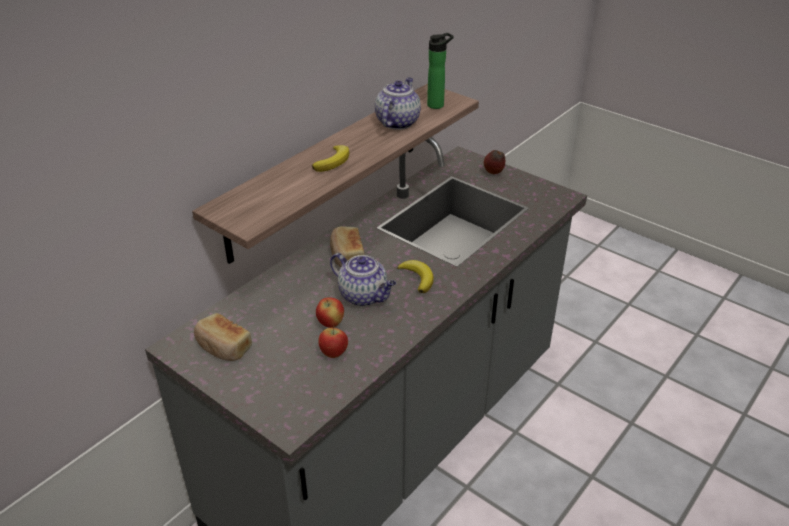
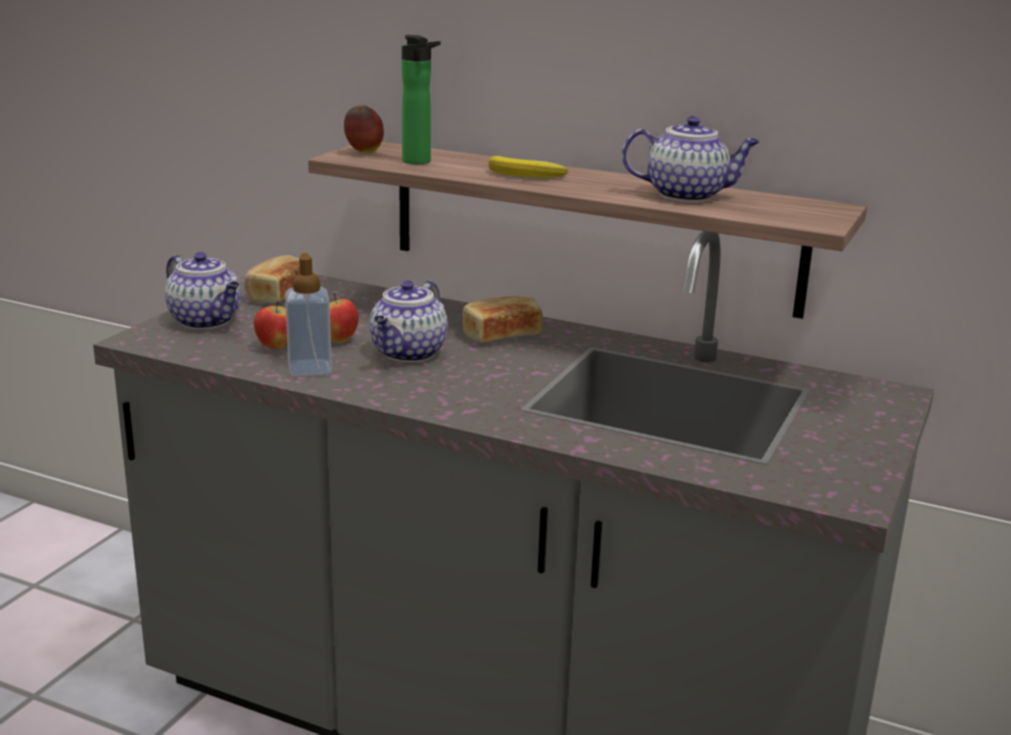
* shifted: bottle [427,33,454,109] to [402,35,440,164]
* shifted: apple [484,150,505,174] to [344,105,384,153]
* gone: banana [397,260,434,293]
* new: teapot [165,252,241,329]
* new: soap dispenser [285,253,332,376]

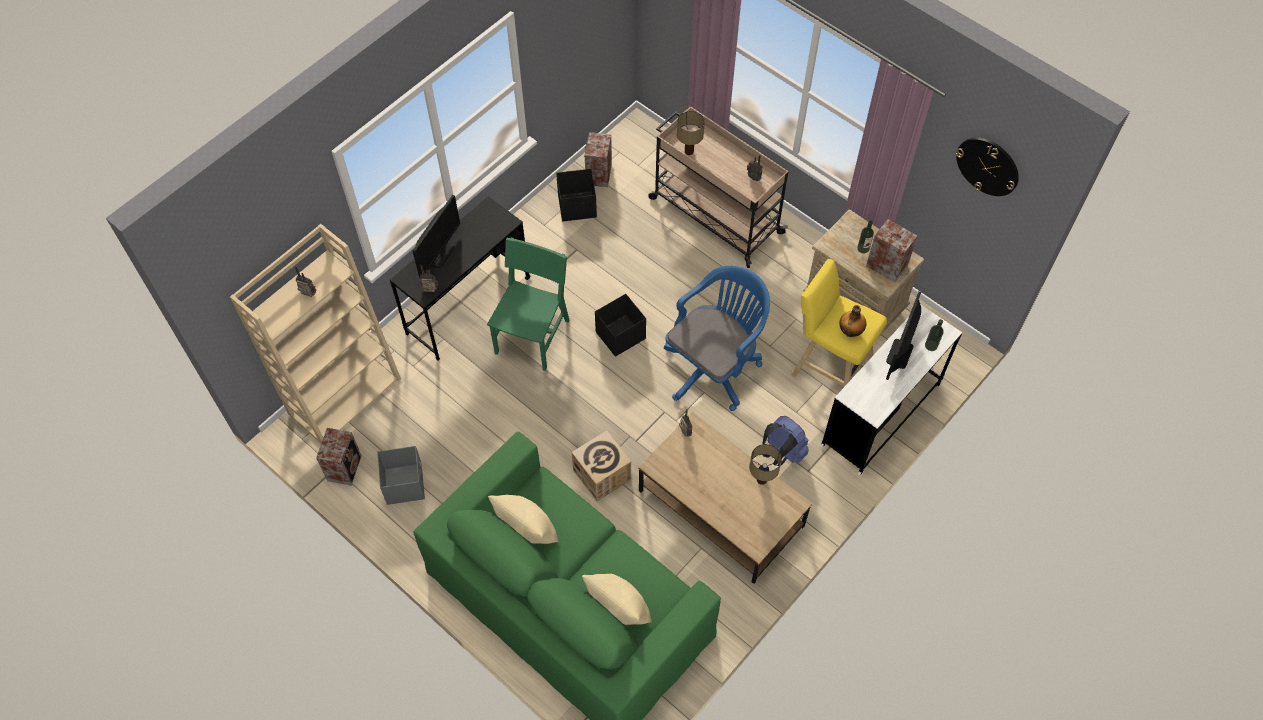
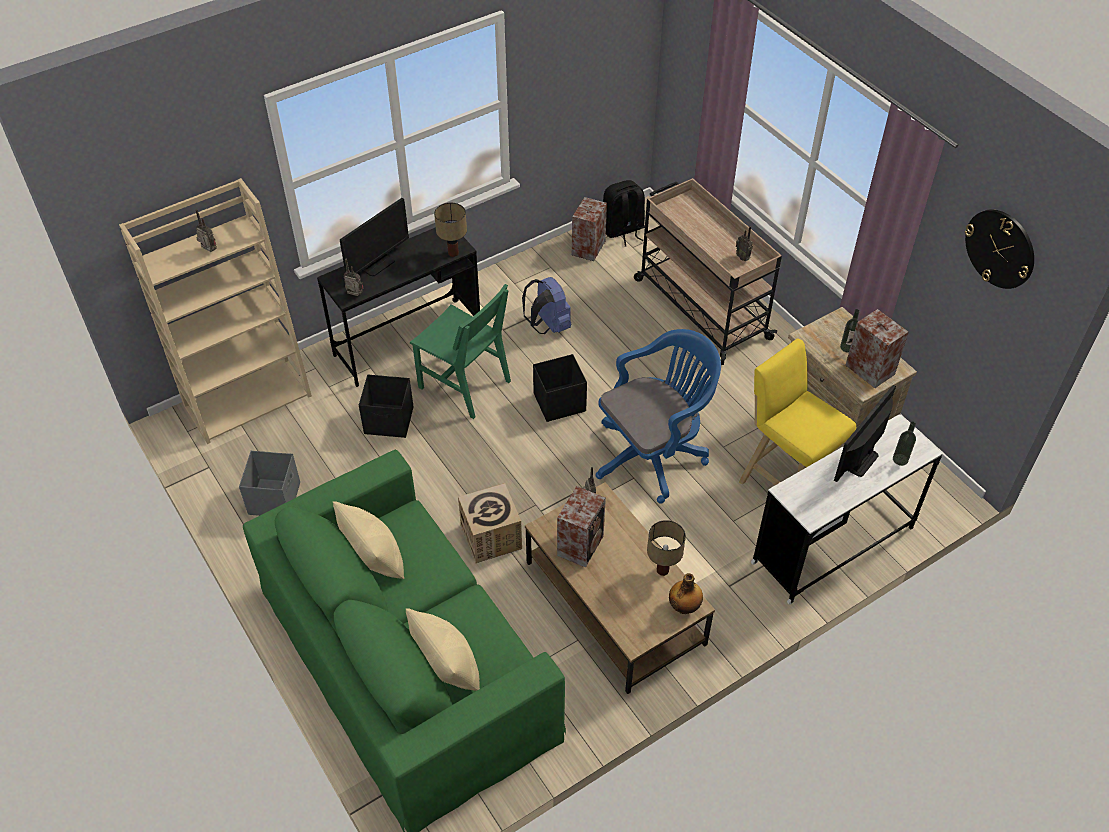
* shifted: table lamp [677,111,705,155] to [434,203,467,257]
* shifted: storage box/black [556,169,597,222] to [359,375,414,438]
* rotated: chair/green [487,237,569,371] = [410,284,511,419] 90 degrees clockwise
* shifted: bottle [839,305,866,337] to [669,573,703,614]
* shifted: backpack/blue [763,416,809,466] to [522,277,571,334]
* shifted: speaker [316,428,362,486] to [557,486,606,568]
* new: backpack/black [603,180,645,247]

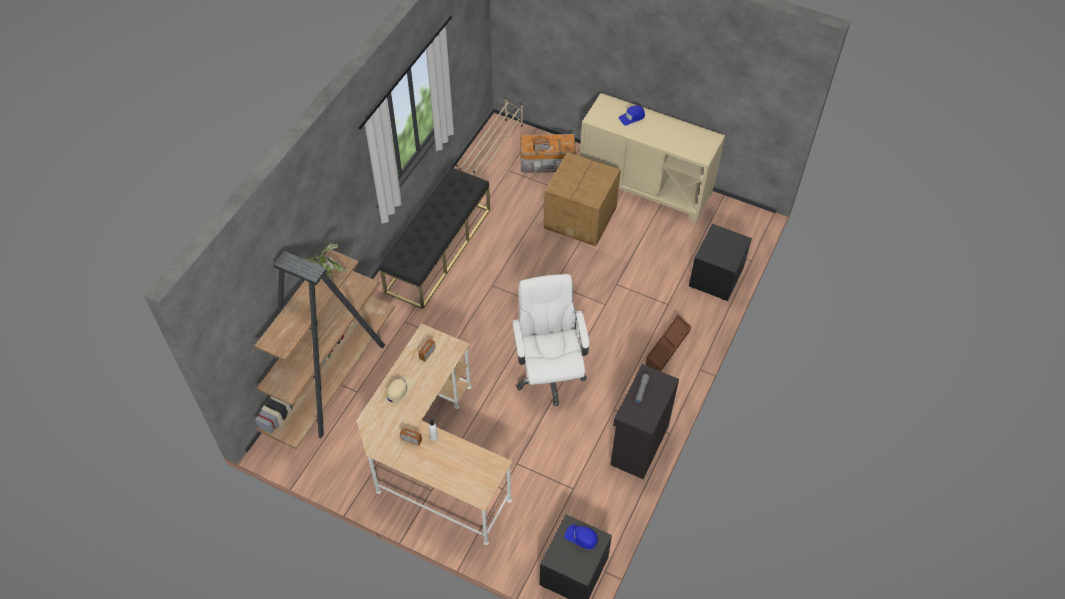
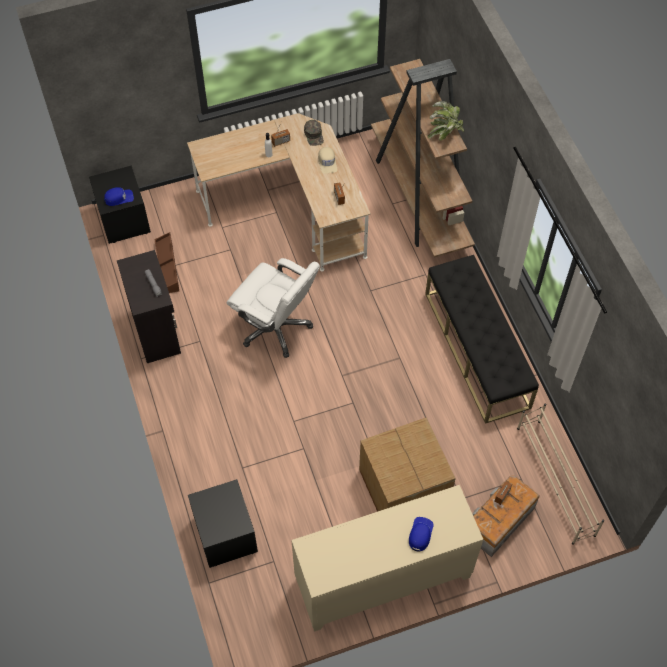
* shifted: storage box/brown [646,314,691,371] to [154,232,179,293]
* new: cap/green [304,120,324,146]

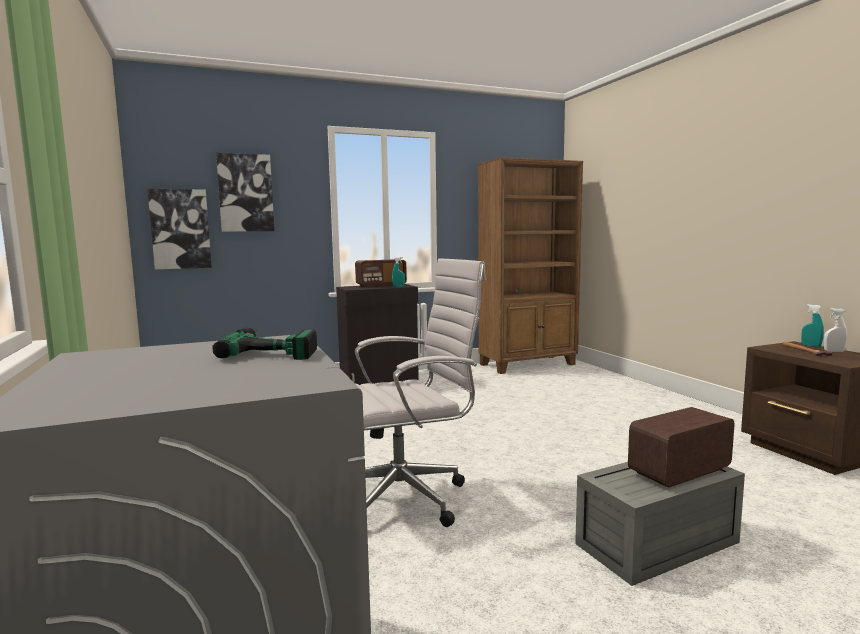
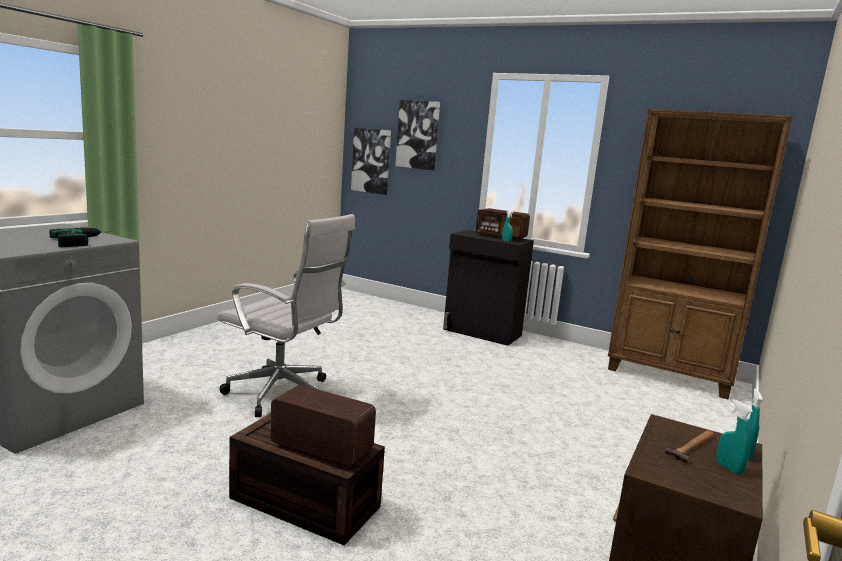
* repainted: spray bottle/white [824,308,847,352] to spray bottle/turquoise [717,399,753,475]
* repainted: storage box/grey [575,462,745,586] to storage box/brown [229,413,385,545]

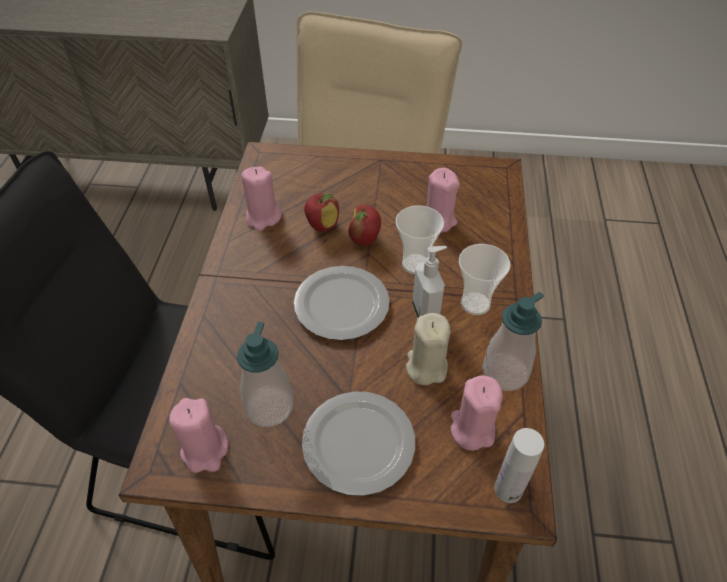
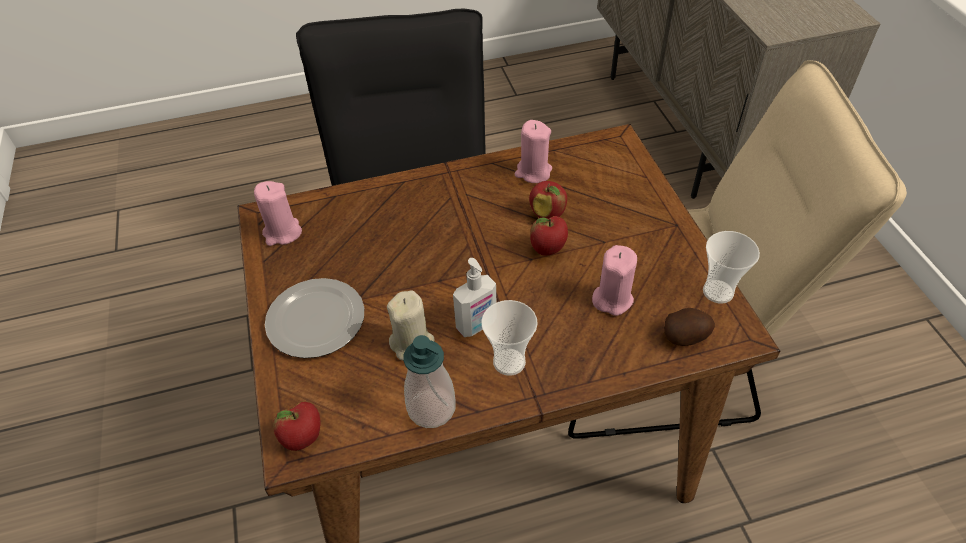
* shifted: cup [395,205,444,274] to [703,231,760,304]
* gone: plate [294,266,390,340]
* gone: soap dispenser [237,322,293,427]
* gone: candle/pink [451,376,503,451]
* swapped: bottle/white [494,428,544,503] to apple [273,402,321,451]
* new: potato [664,308,715,346]

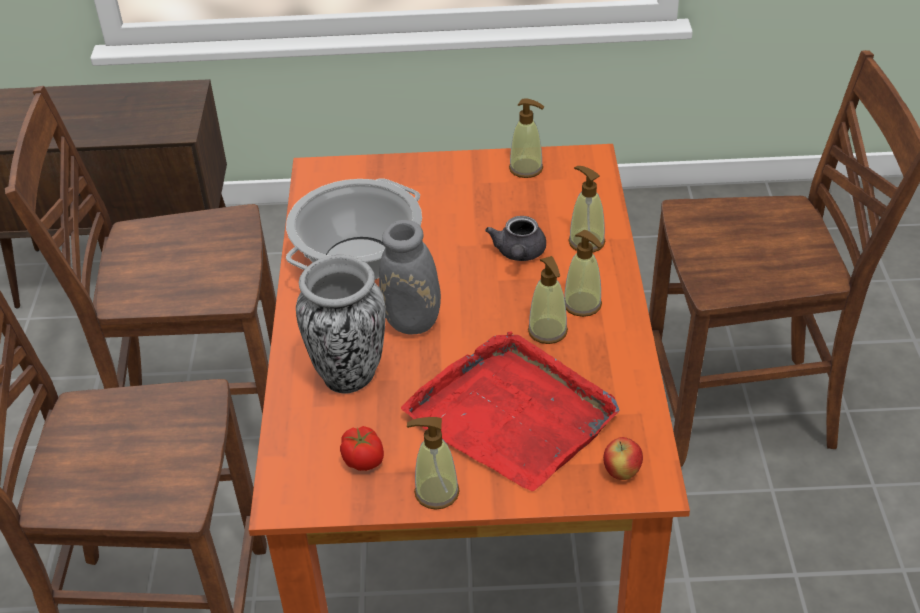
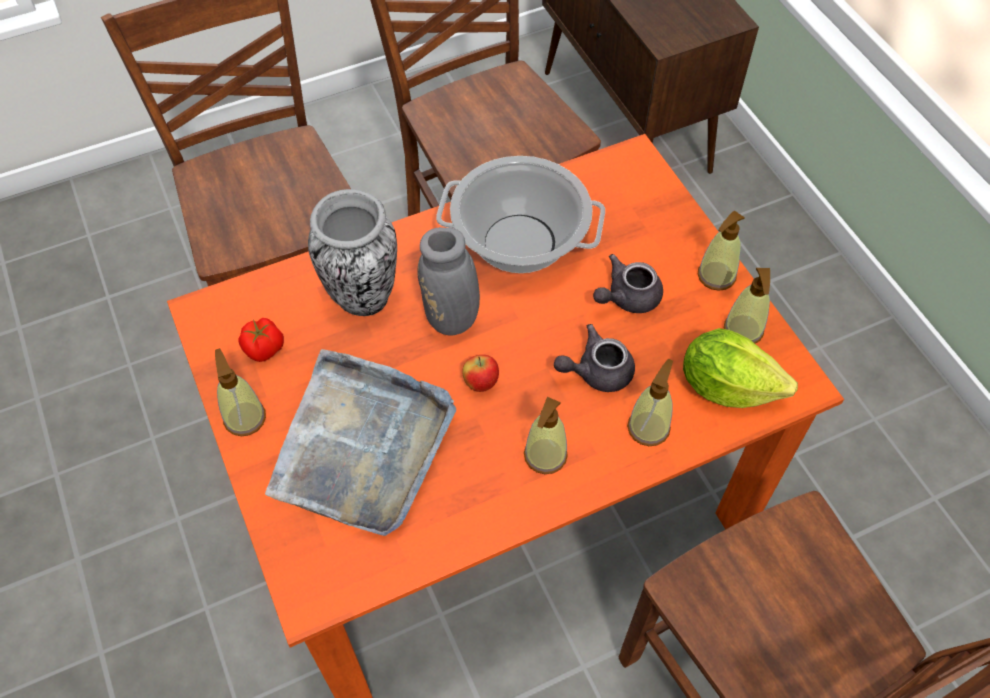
* shifted: soap dispenser [528,256,568,344] to [698,210,745,291]
* repainted: tray/red [401,331,619,491] to tray/grey [265,349,456,536]
* shifted: apple [603,437,643,480] to [462,355,499,392]
* new: teapot/grey [593,254,663,313]
* new: lettuce [683,328,798,408]

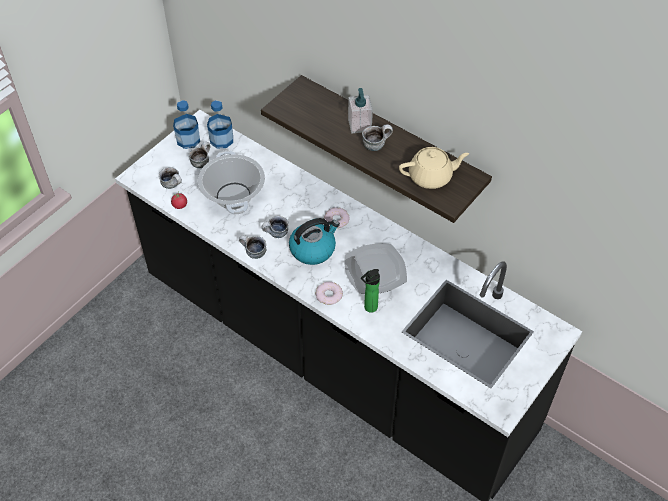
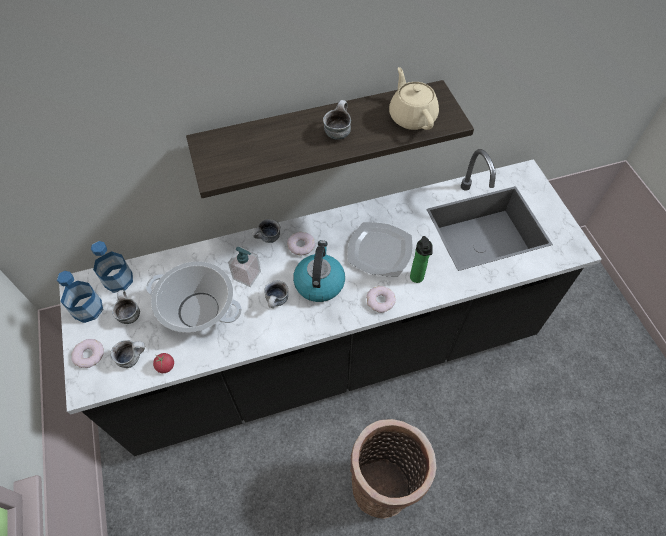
* shifted: soap dispenser [348,88,373,133] to [228,247,261,287]
* rotated: teapot/beige [399,147,469,189] = [389,67,439,130] 45 degrees counterclockwise
* shifted: mug [239,235,266,259] to [252,219,280,243]
* new: donut [71,339,104,368]
* new: basket [350,419,436,519]

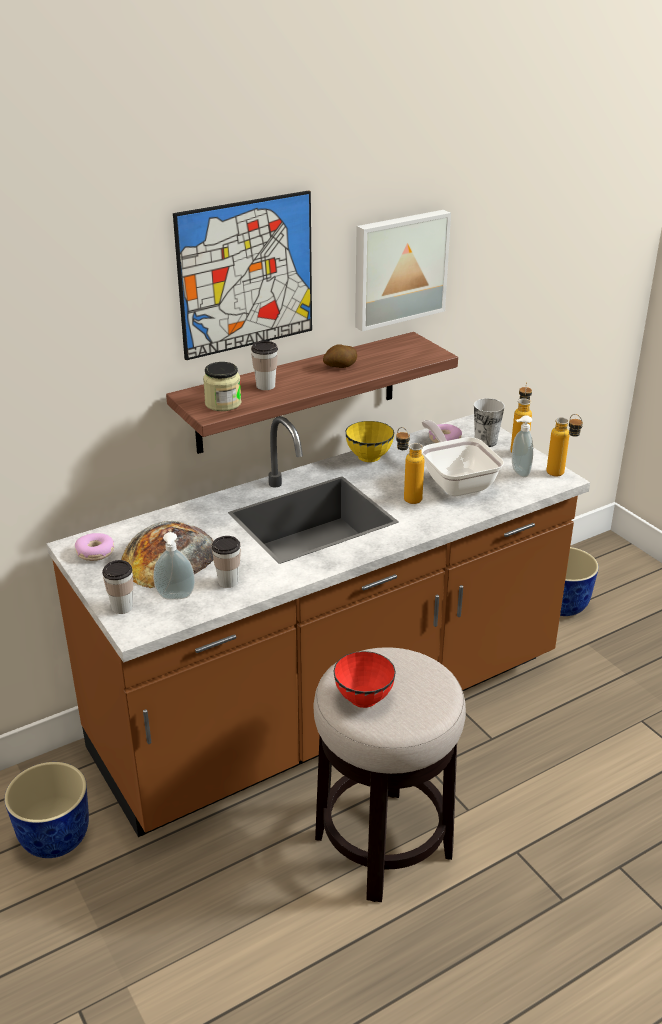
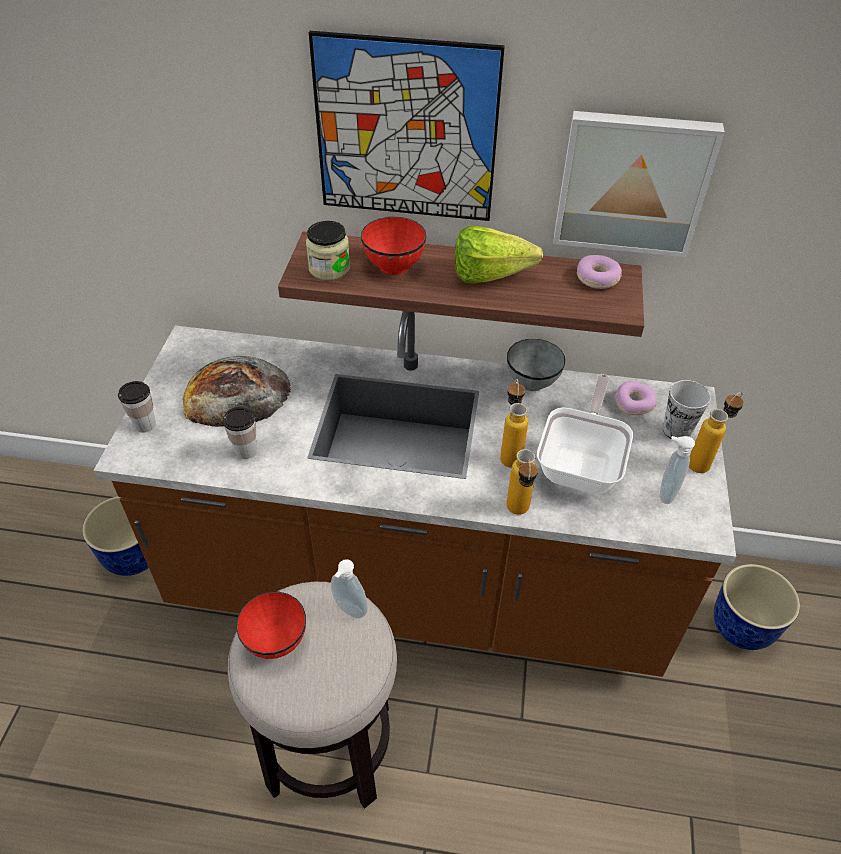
* swapped: cup [251,341,278,390] to bowl/red [361,217,426,275]
* swapped: potato [323,344,357,368] to lettuce [455,226,543,283]
* shifted: bottle [546,414,583,477] to [506,449,538,515]
* repainted: bowl/yellow [346,421,394,462] to bowl/grey [507,339,566,391]
* shifted: soap dispenser [153,532,195,600] to [331,559,368,619]
* shifted: donut [75,533,114,561] to [577,255,622,289]

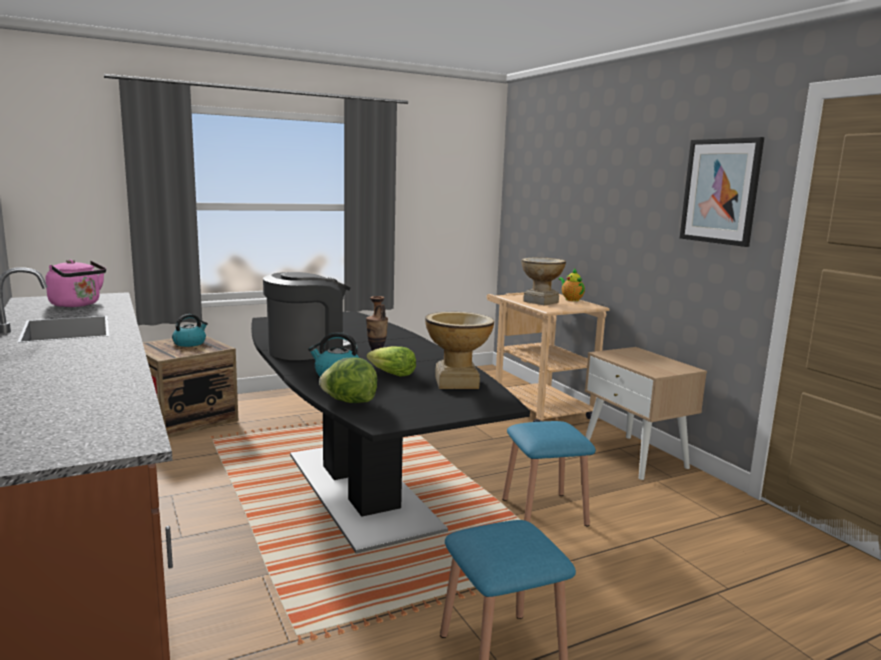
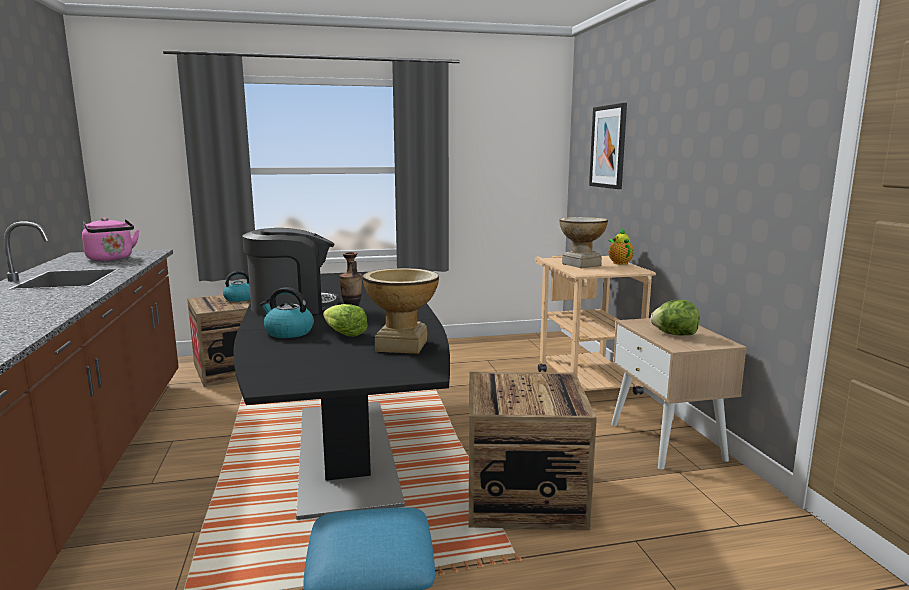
* shifted: picture [680,137,764,247] to [589,103,627,189]
* shifted: lettuce [319,357,377,403] to [651,300,699,336]
* swapped: stool/blue [502,421,596,527] to crate [469,372,597,530]

